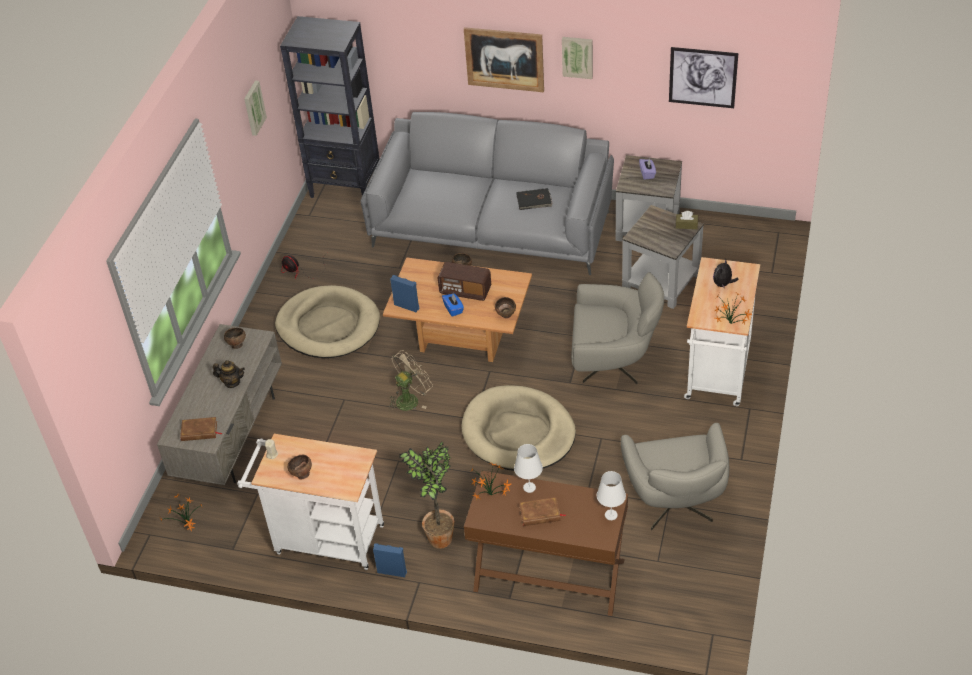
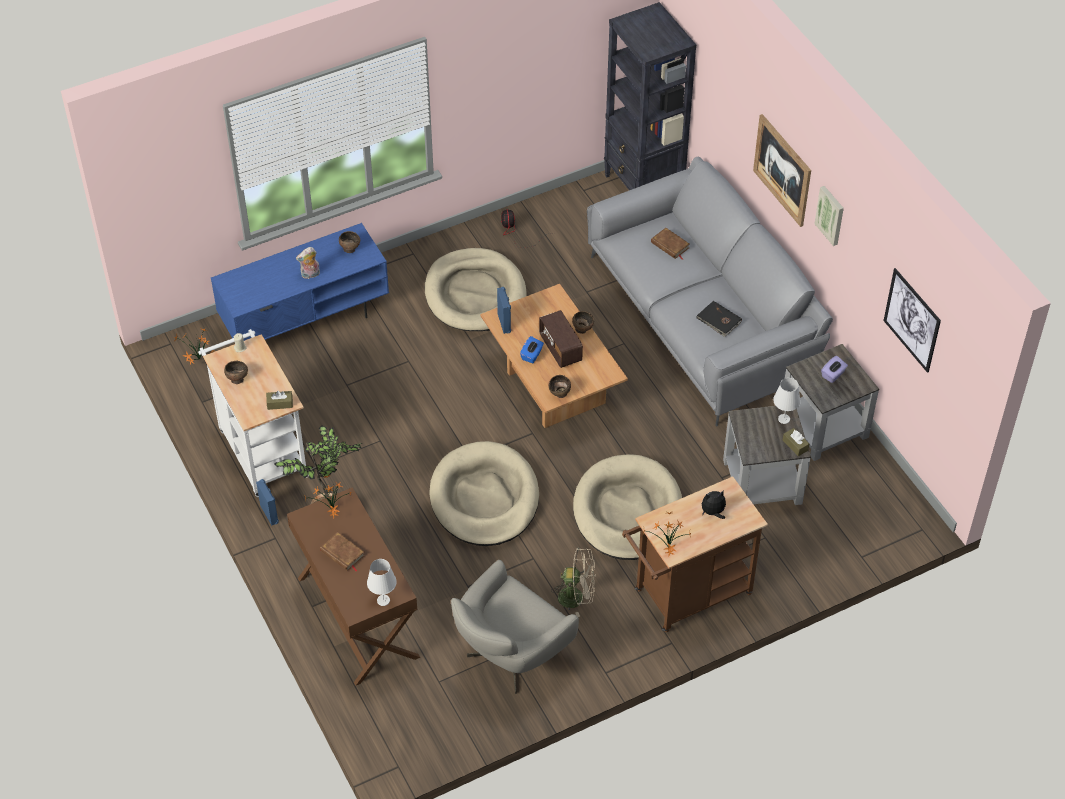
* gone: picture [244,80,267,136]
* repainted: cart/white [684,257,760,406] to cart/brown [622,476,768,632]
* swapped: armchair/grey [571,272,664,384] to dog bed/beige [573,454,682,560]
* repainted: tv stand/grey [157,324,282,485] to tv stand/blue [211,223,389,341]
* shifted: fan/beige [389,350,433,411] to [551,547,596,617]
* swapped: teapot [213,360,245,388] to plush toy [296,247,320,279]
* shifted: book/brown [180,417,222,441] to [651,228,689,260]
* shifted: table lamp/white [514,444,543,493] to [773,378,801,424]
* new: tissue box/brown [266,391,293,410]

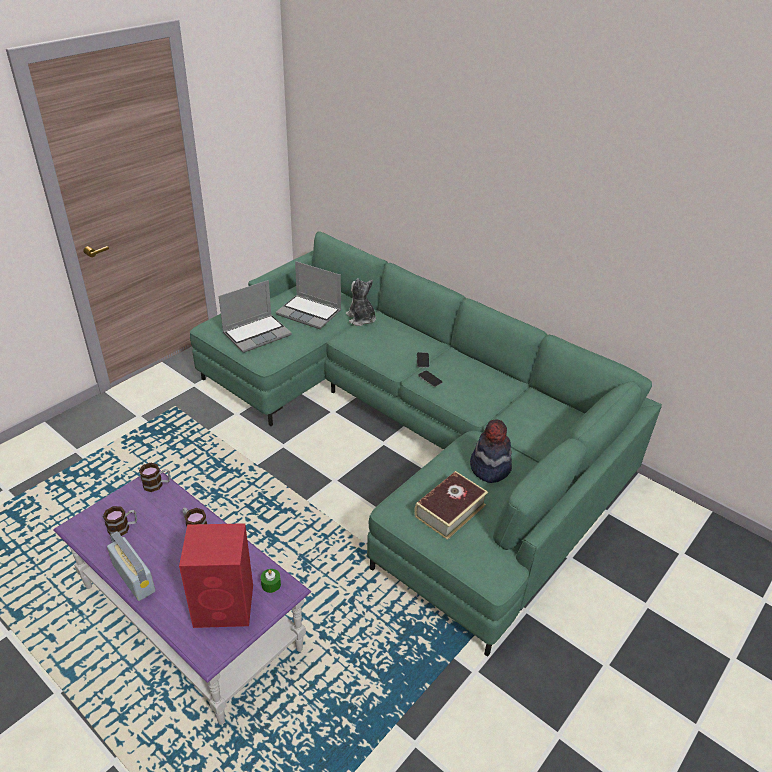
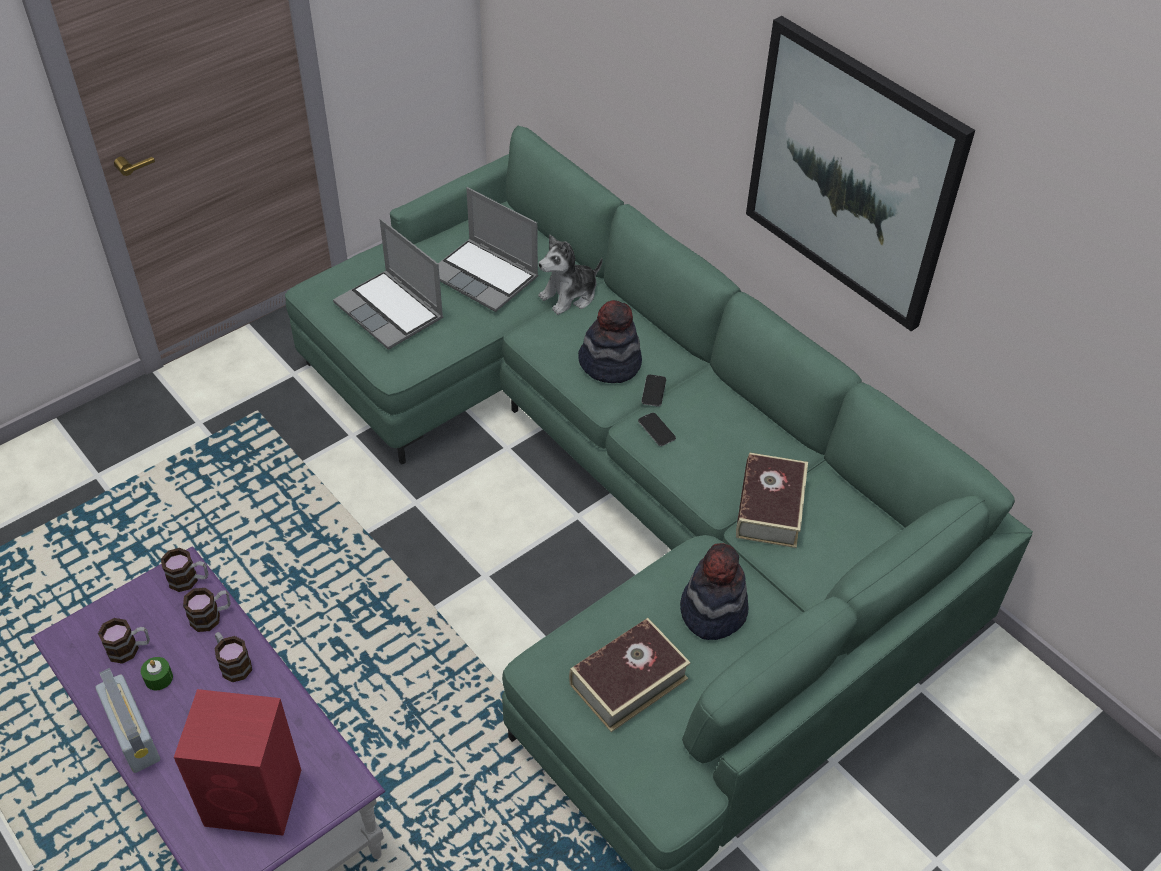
* rotated: plush toy [346,278,376,326] = [538,234,602,315] 105 degrees counterclockwise
* rotated: laptop [219,280,292,353] = [333,219,443,350] 75 degrees clockwise
* shifted: candle/green [261,569,281,593] to [141,657,173,690]
* new: picture [746,16,975,331]
* new: hat [578,300,642,383]
* new: book [736,453,808,548]
* new: mug [183,588,231,632]

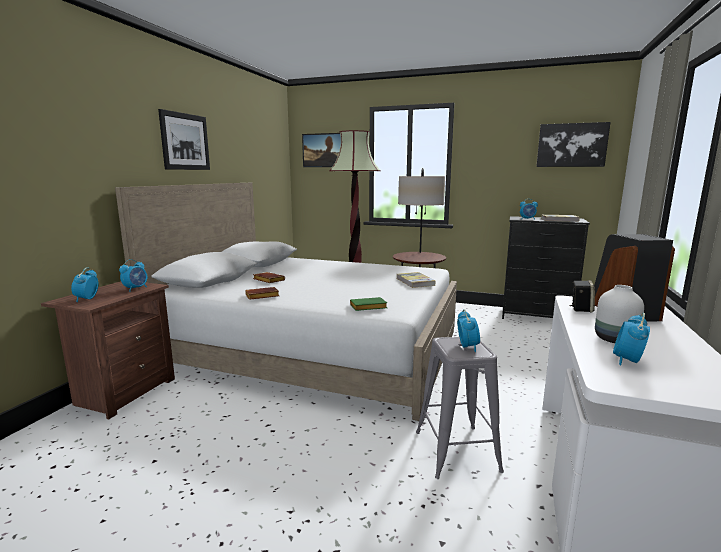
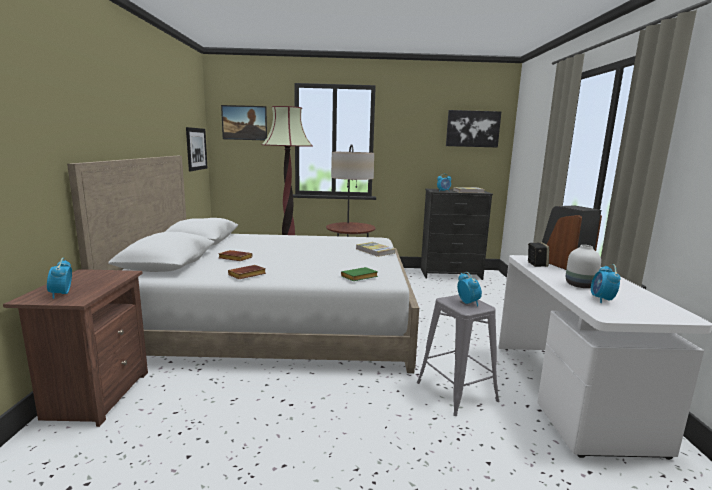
* shifted: picture [158,109,210,170] to [186,127,207,171]
* gone: alarm clock [119,259,147,291]

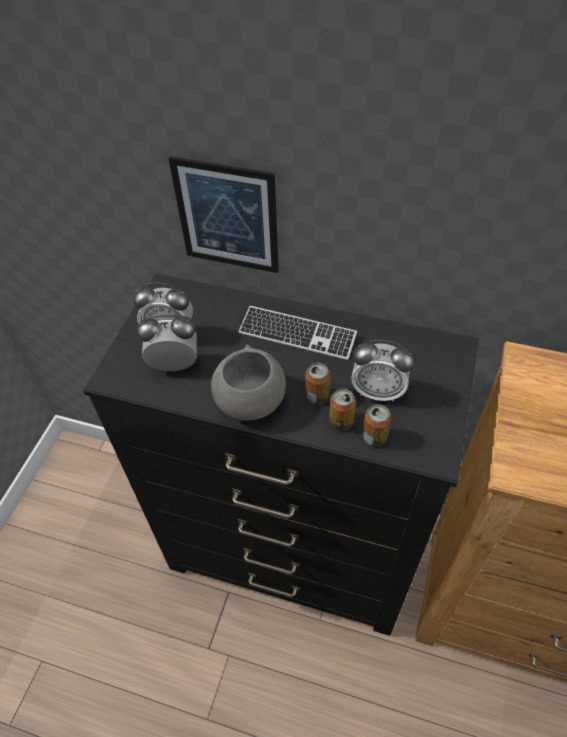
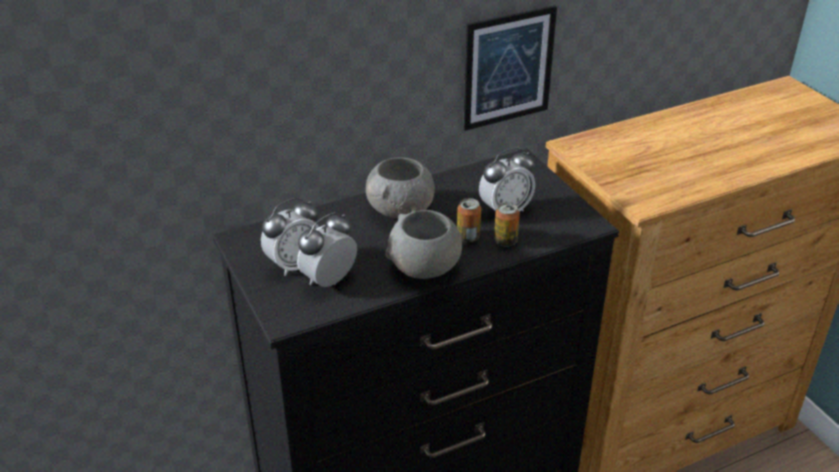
* shifted: picture [168,156,279,273] to [463,5,557,131]
* swapped: keyboard [239,306,357,360] to bowl/grey [366,157,435,219]
* gone: can [362,404,391,447]

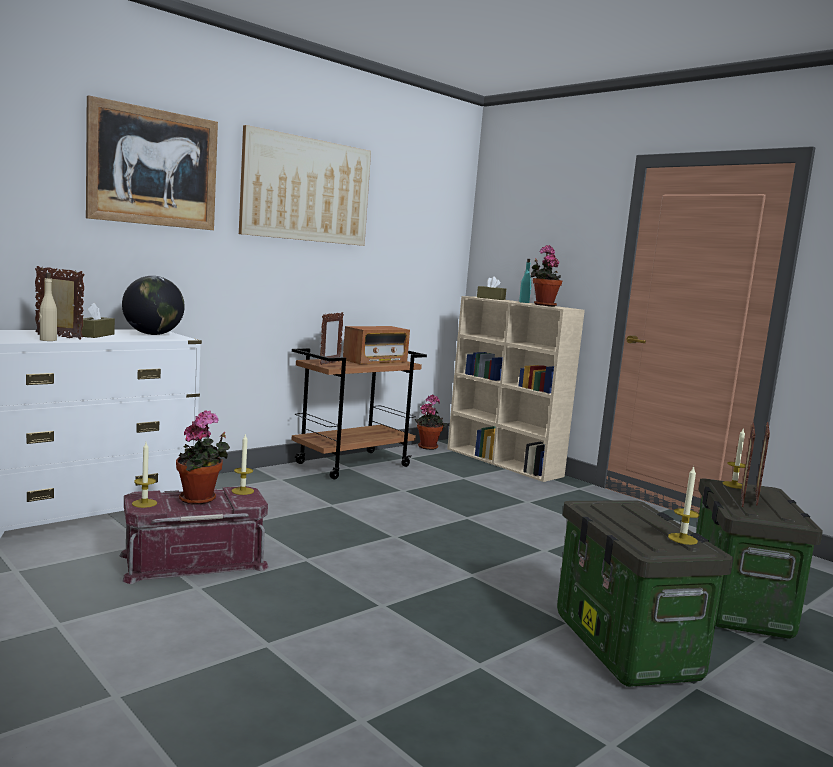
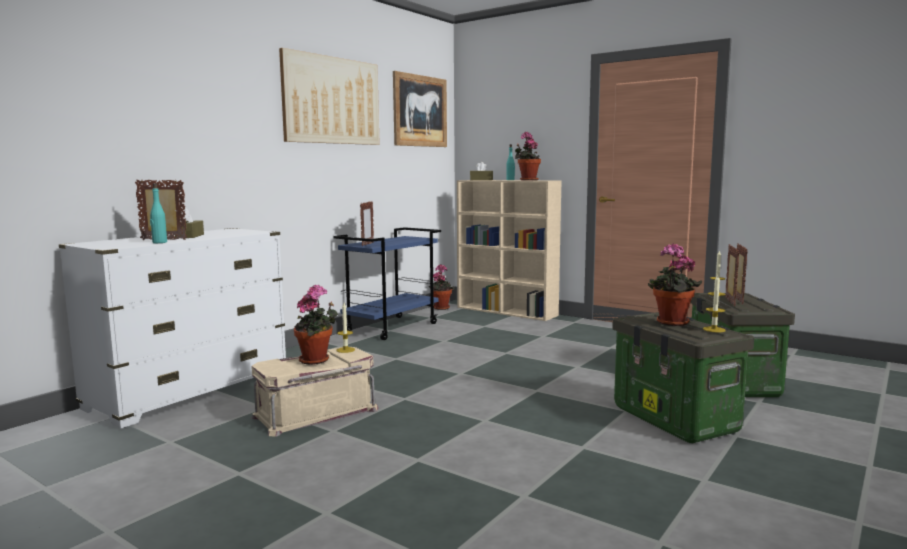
* shifted: picture [86,95,218,230] to [393,71,447,147]
* repainted: bottle/beige [39,273,57,341] to bottle/turquoise [150,183,167,243]
* gone: globe [122,276,185,335]
* gone: radio [343,326,410,364]
* repainted: cart/brown [292,348,427,479] to cart/blue [333,227,441,340]
* gone: candle [132,442,157,508]
* repainted: storage box/red [120,486,269,584] to storage box/beige [251,347,379,437]
* new: potted plant [648,244,702,326]

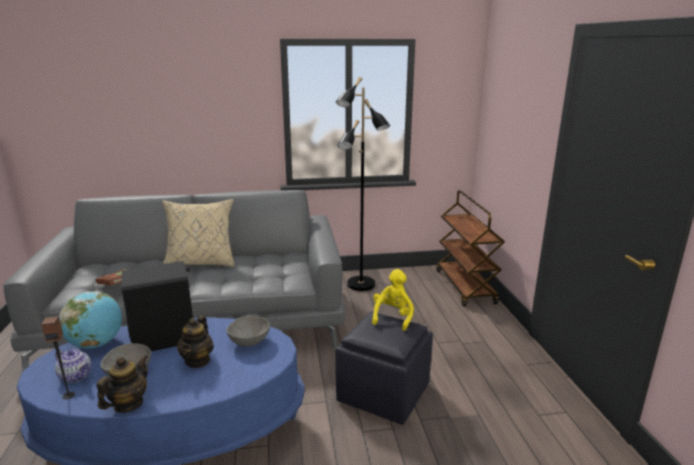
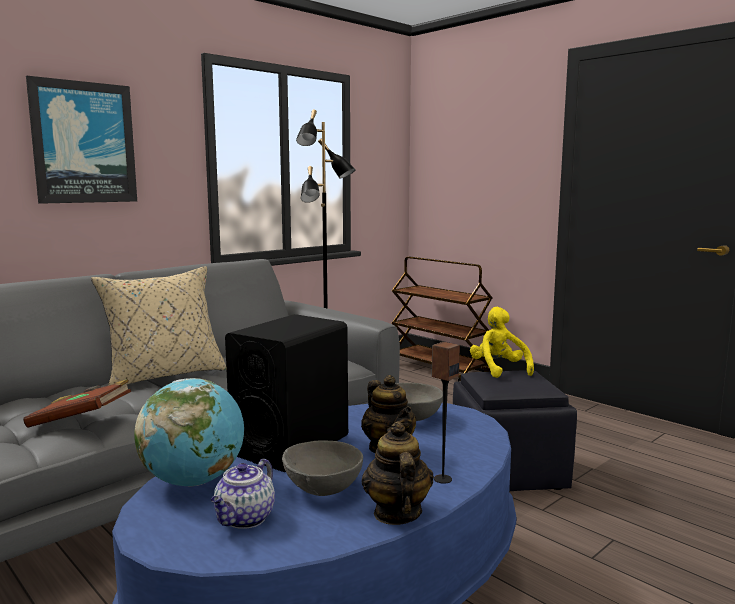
* shifted: speaker [41,316,75,400] to [431,342,460,484]
* rotated: teapot [55,349,91,383] = [211,459,275,529] 120 degrees clockwise
* new: picture [26,76,137,204]

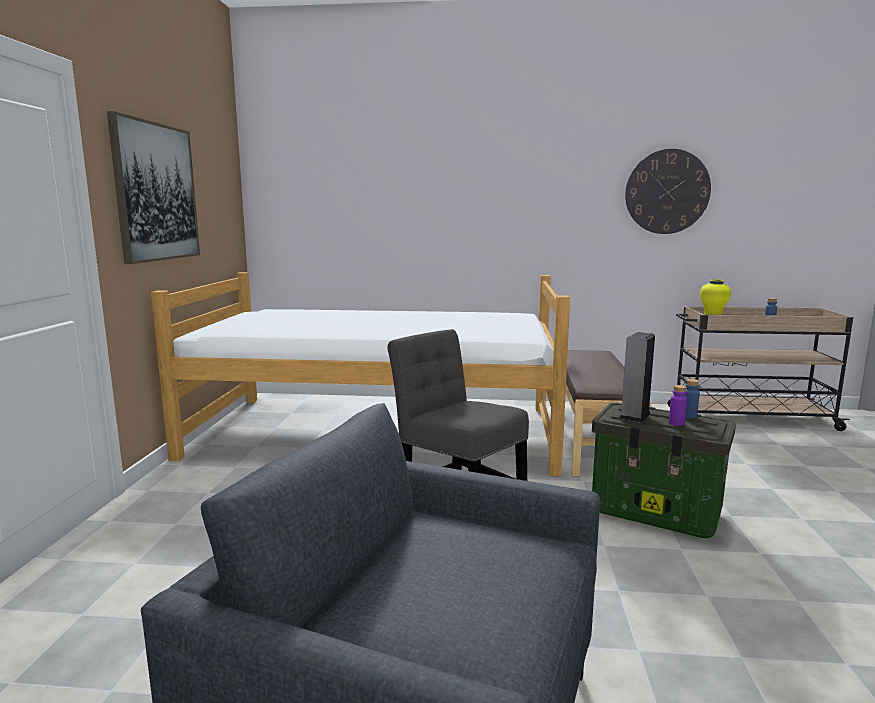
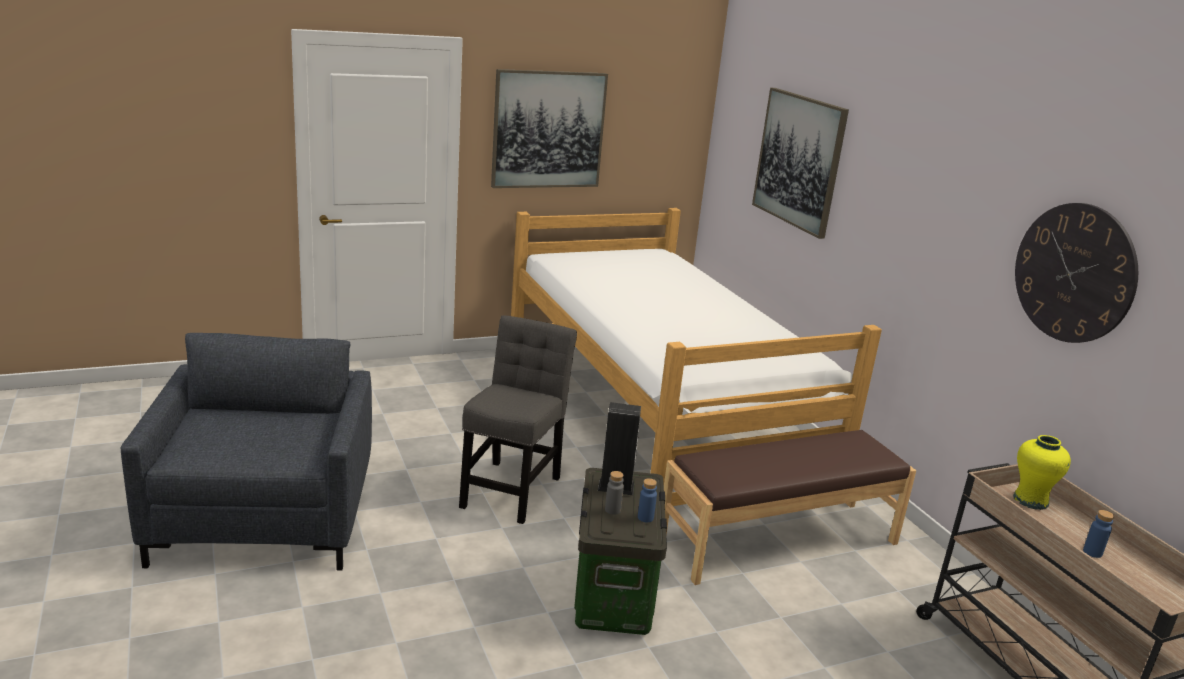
* repainted: bottle/purple [669,385,687,426] to bottle/grey [605,471,624,515]
* new: picture [752,88,849,239]

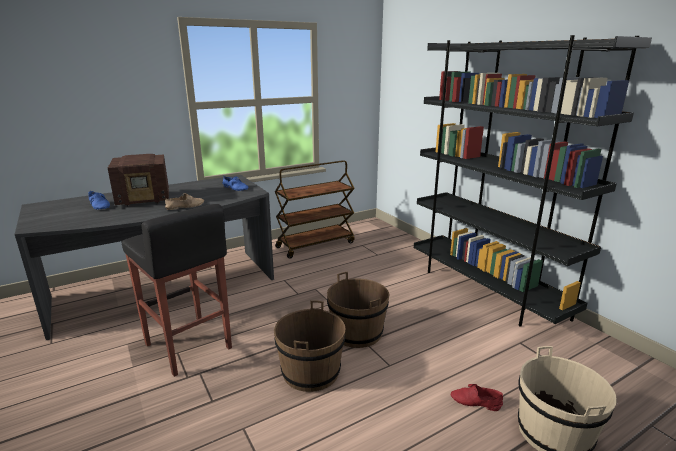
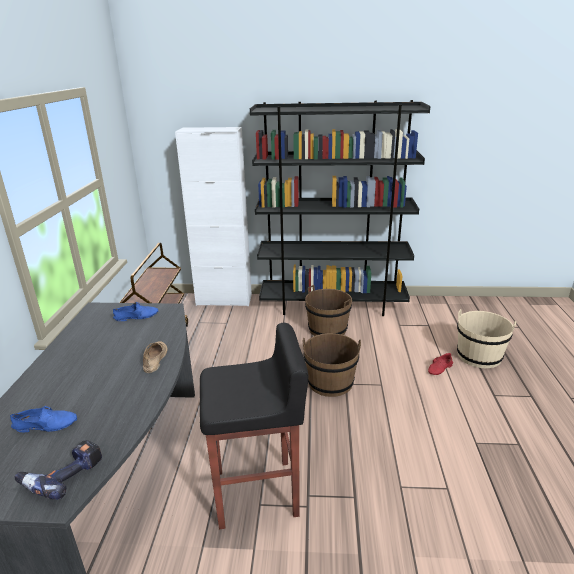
* gone: radio [108,154,169,207]
* shifted: bucket/brown [274,300,345,392] to [305,285,352,336]
* new: cabinet/white [175,127,252,306]
* new: power drill [15,440,102,500]

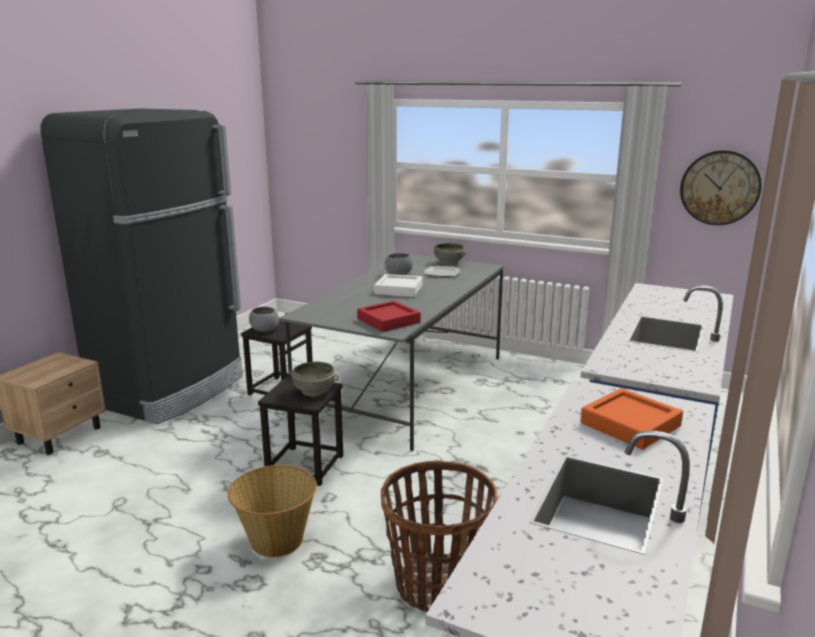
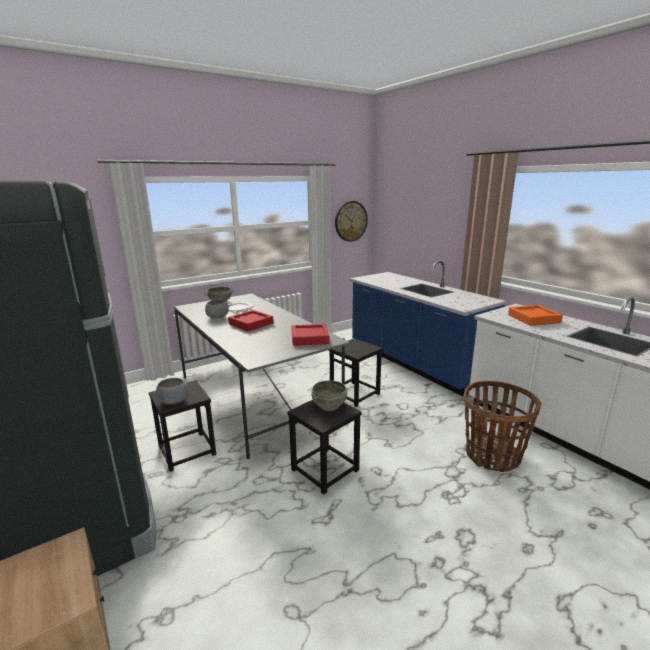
* repainted: tray/white [374,274,423,297] to tray/red [228,310,274,331]
* gone: basket [228,465,317,557]
* new: stool/black [329,338,383,407]

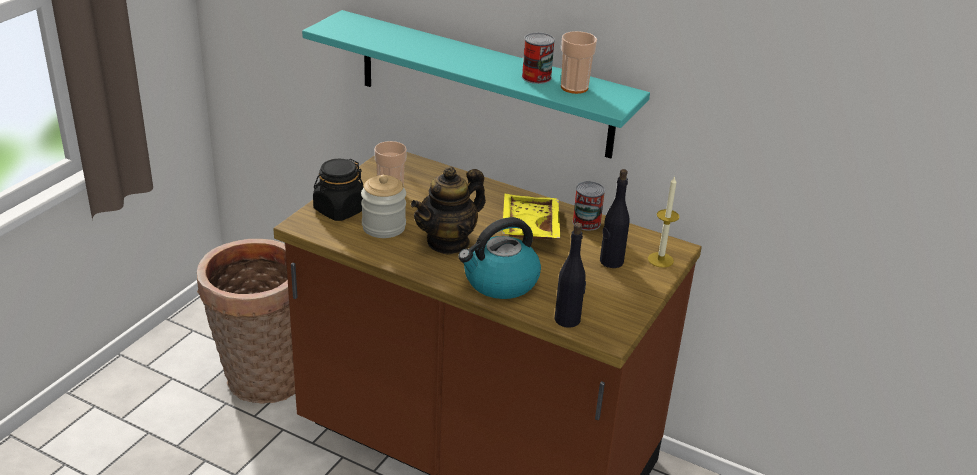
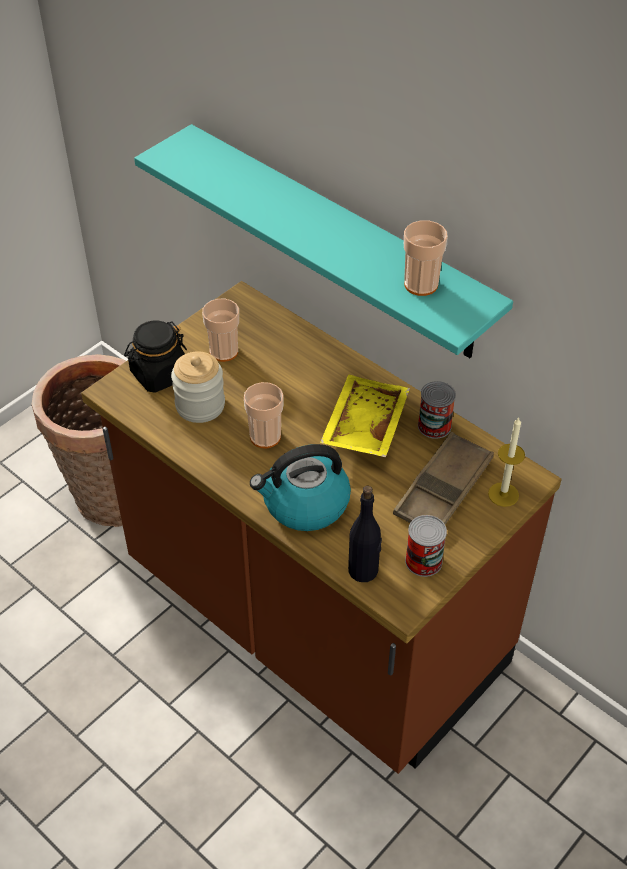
* shifted: can [522,32,555,84] to [405,515,447,577]
* swapped: teapot [411,167,486,255] to cup [244,382,284,448]
* swapped: bottle/black [600,169,630,268] to tray/brown [393,432,494,525]

